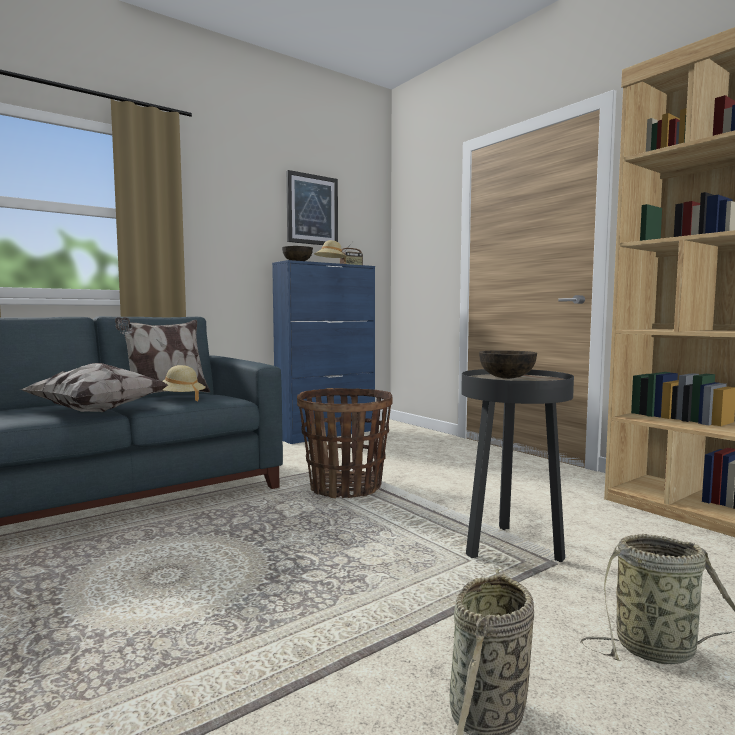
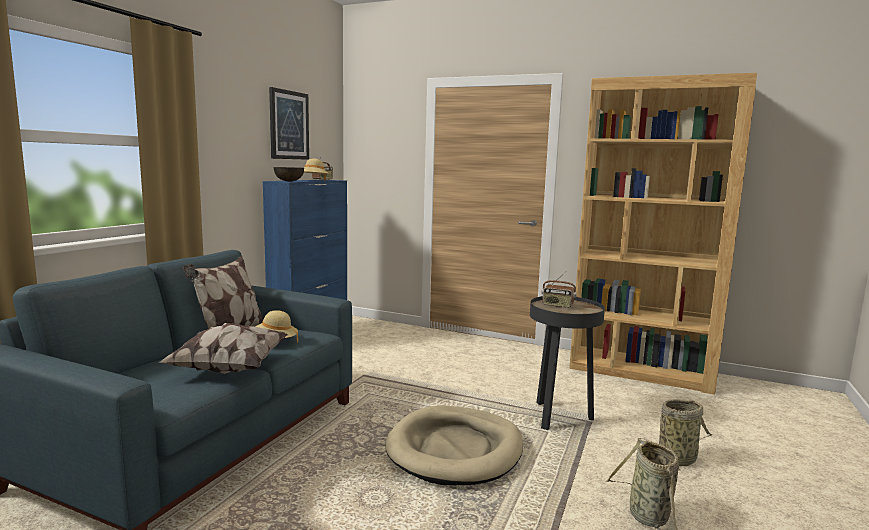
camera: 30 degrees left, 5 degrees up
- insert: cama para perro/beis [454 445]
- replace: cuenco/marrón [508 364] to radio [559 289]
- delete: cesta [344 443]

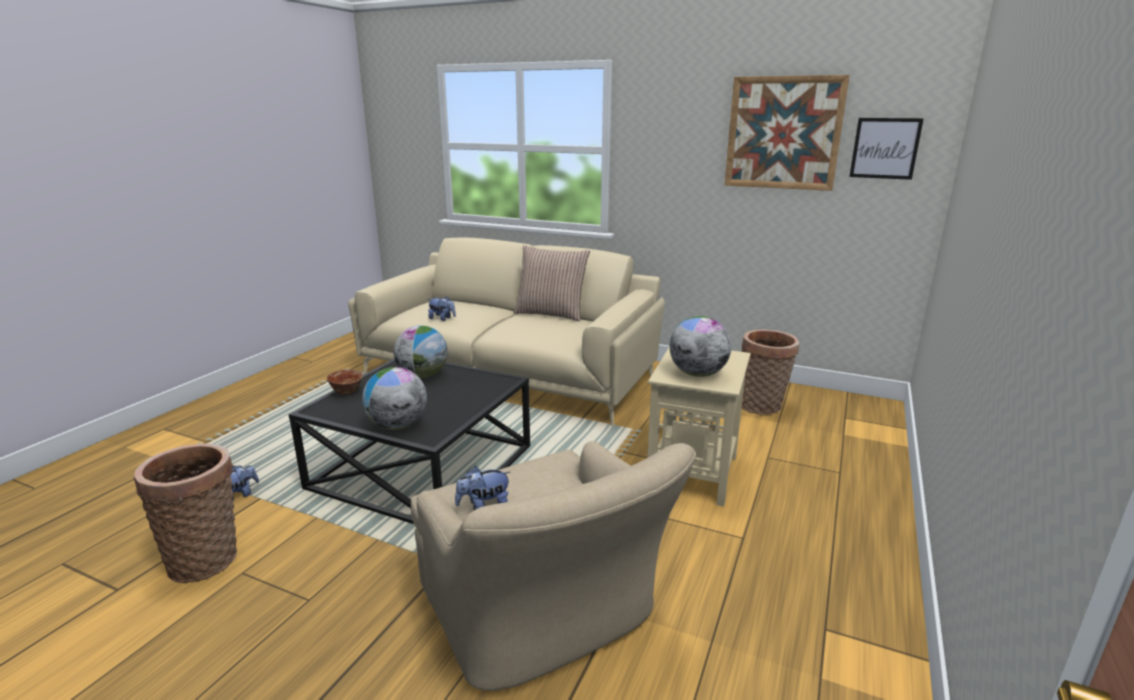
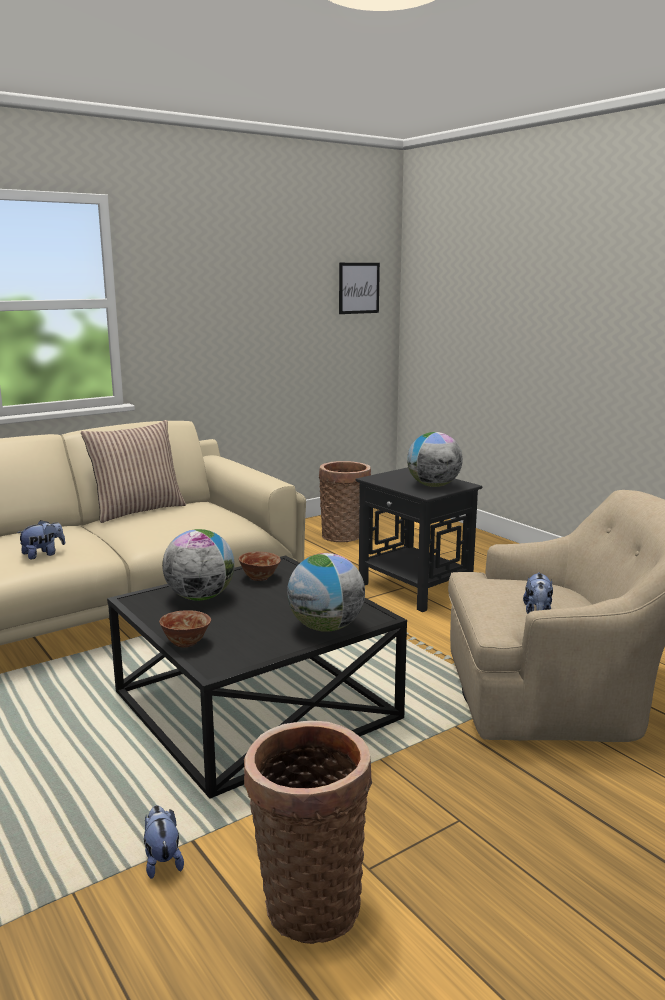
camera: 60 degrees left, 5 degrees down
- insert: cuenco [260 566]
- recolor: mesa auxiliar/beis [699 426] to mesa auxiliar/negro [419 539]
- delete: cuadro [787 133]

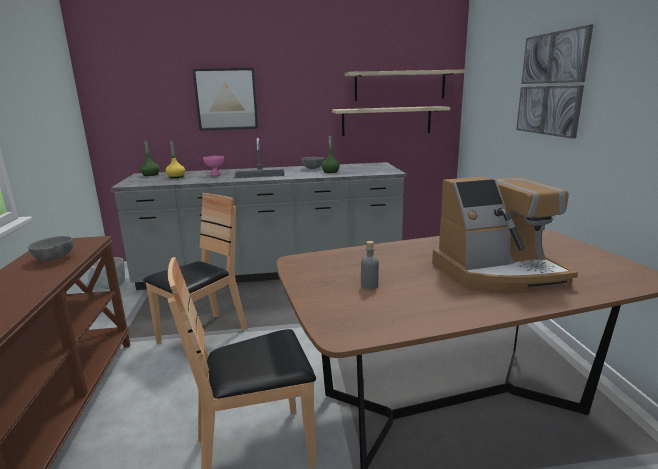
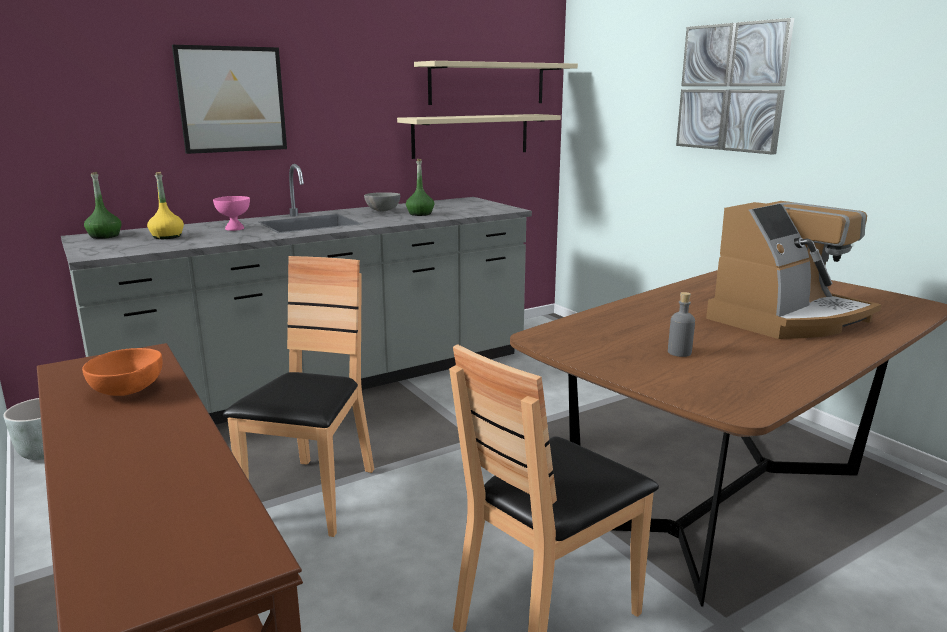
camera: 25 degrees left, 0 degrees up
- recolor: cuenco/gris [50 248] to cuenco/naranja [122 372]

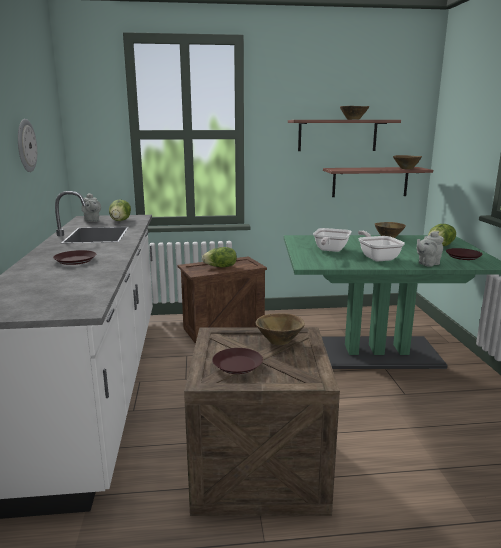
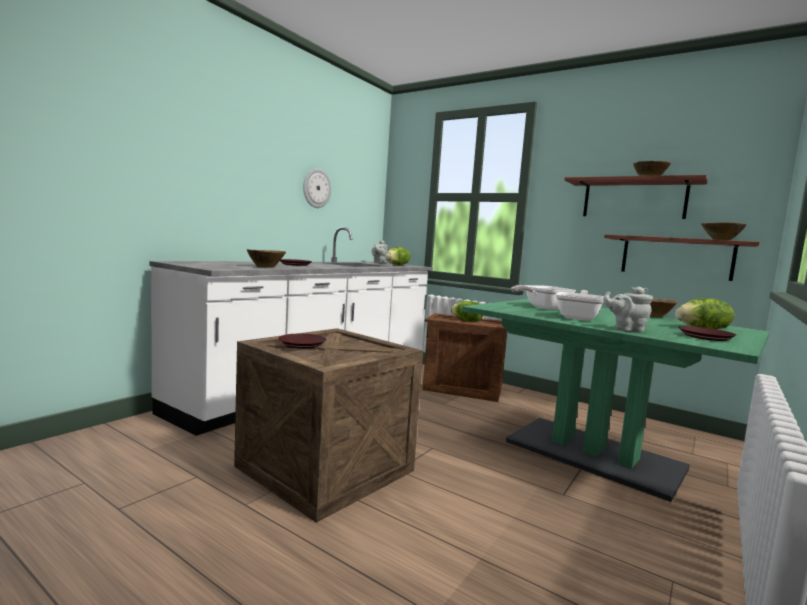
camera: 40 degrees right, 10 degrees down
- move: cuenco/marrón [280 329] to [266 258]

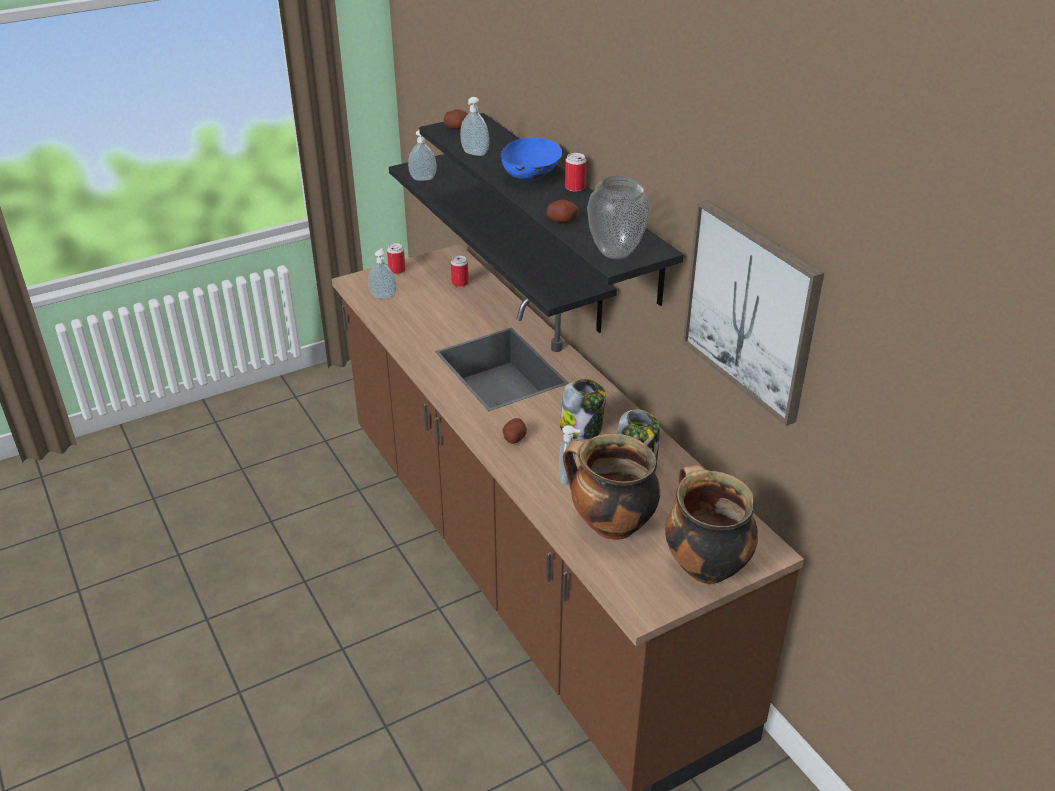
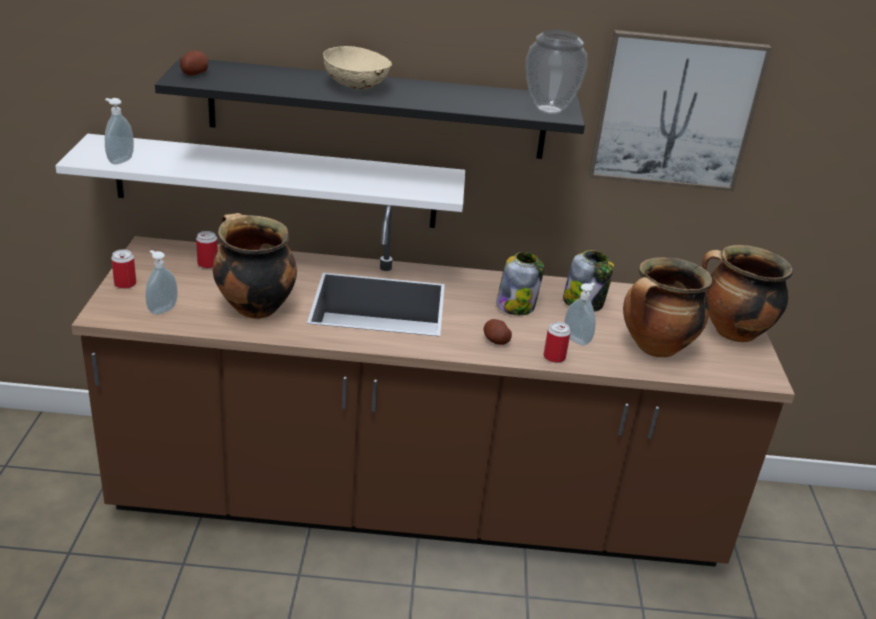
camera: 60 degrees left, 5 degrees down
- recolor: estante/negro [503 243] to estante/blanco [260 181]
- insert: olla [254 266]
- recolor: cuenco/azul [531 158] to cuenco/beis [357 67]
- move: lata [575 172] to [557 342]
- delete: dispensador de jabón [474 126]
- delete: patata [563 211]

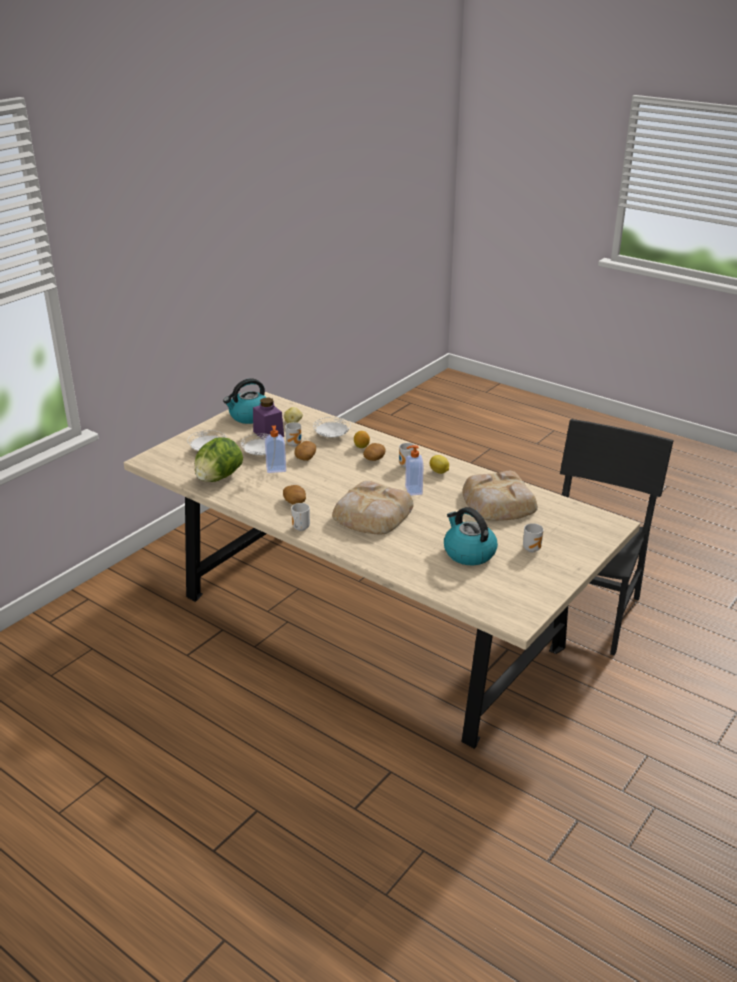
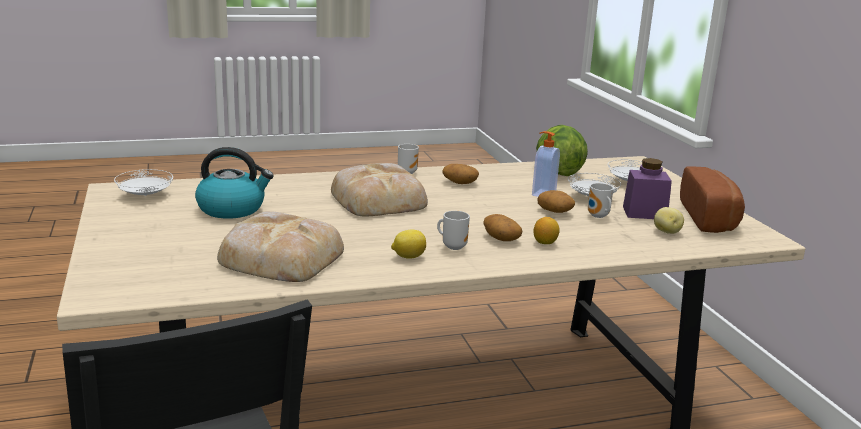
camera: 125 degrees right, 10 degrees down
- move: plato/blanco [332 427] to [143 182]
- replace: hervidor [244 401] to pan [712 199]
- delete: dispensador de jabón [414 470]
- delete: taza grande [533 537]

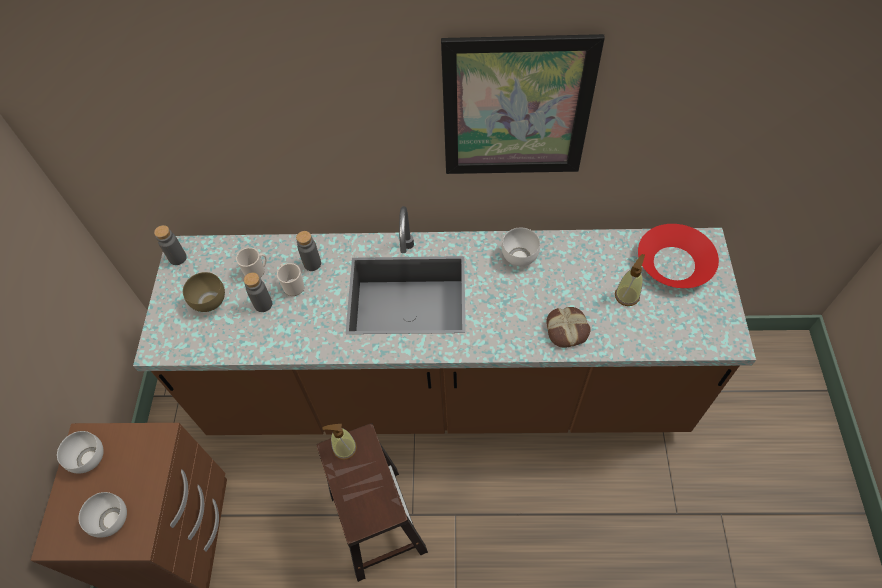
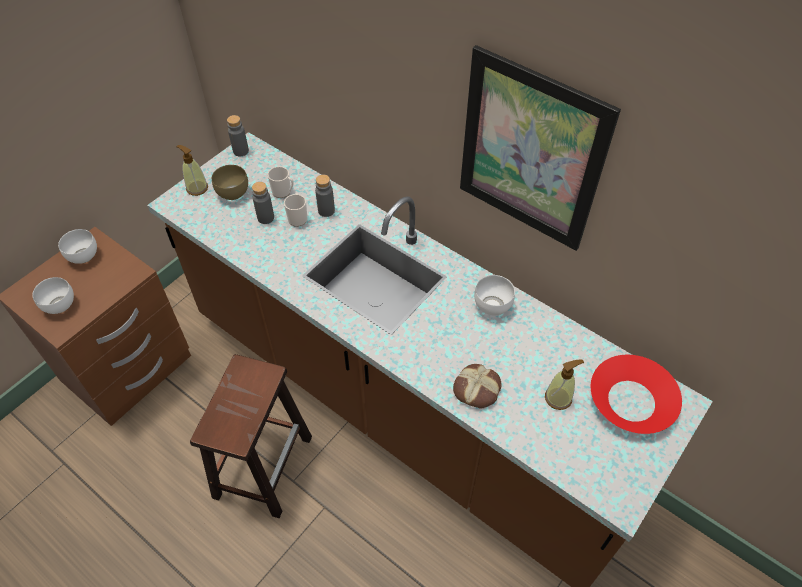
camera: 35 degrees right, 5 degrees down
- move: dispensador de jabón [339 442] to [192 170]

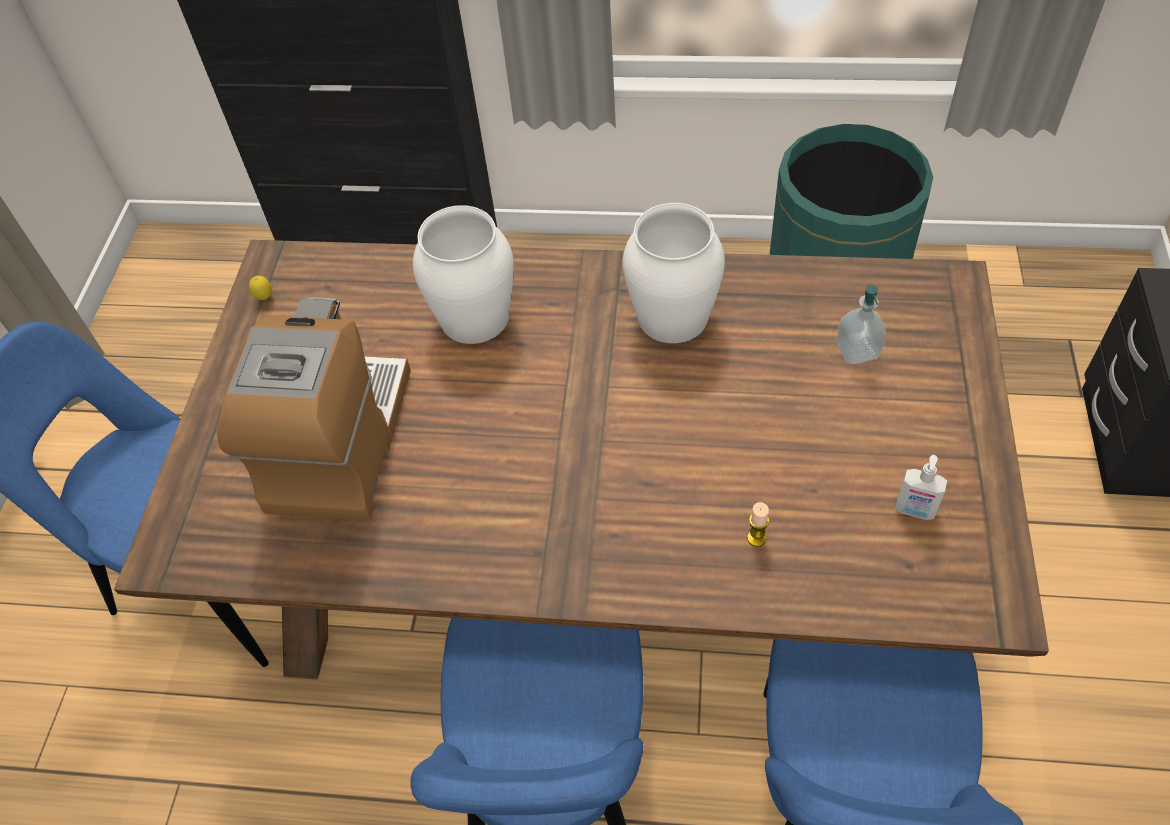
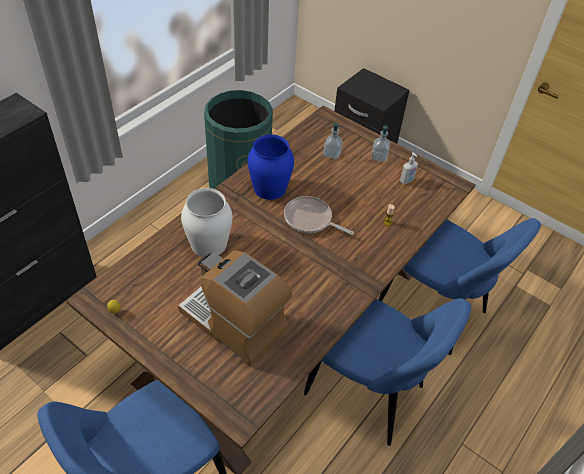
camera: 65 degrees left, 5 degrees down
- recolor: florero/blanco [674 273] to florero/azul [271 167]
- insert: sartén [319 215]
- insert: dispensador de jabón [380 144]

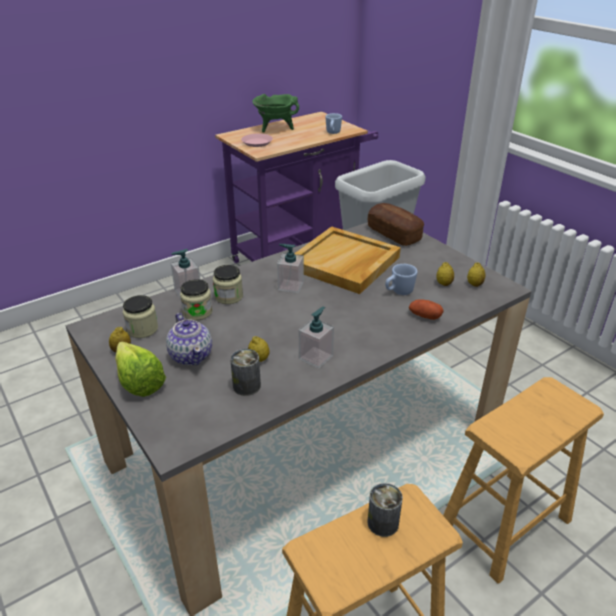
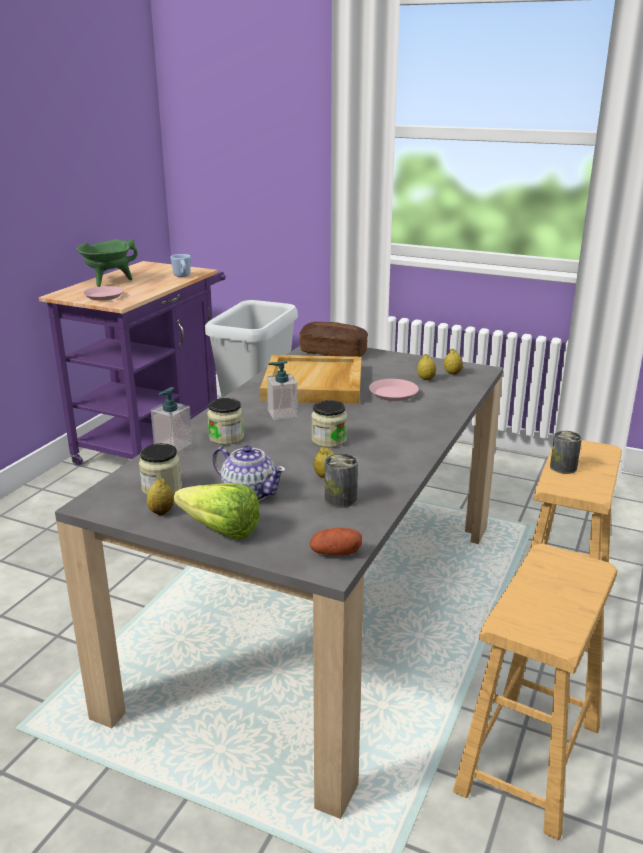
camera: 30 degrees left, 10 degrees down
- move: patata [426 309] to [336 541]
- move: tarro [196 299] to [329 424]
- replace: taza grande/azul [401 279] to plato/rosa [394 390]
- move: lata [385 510] to [566 452]
- delete: dispensador de jabón [316 337]

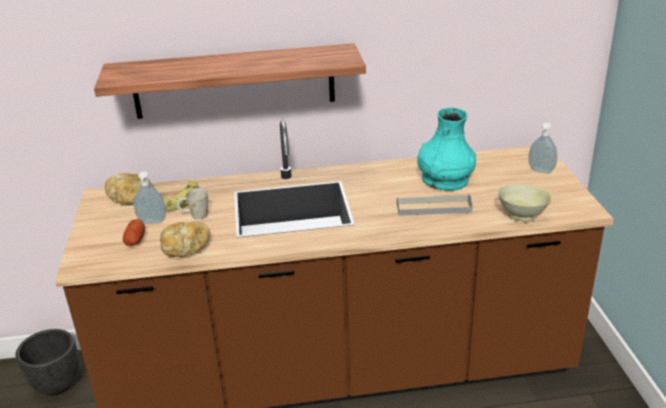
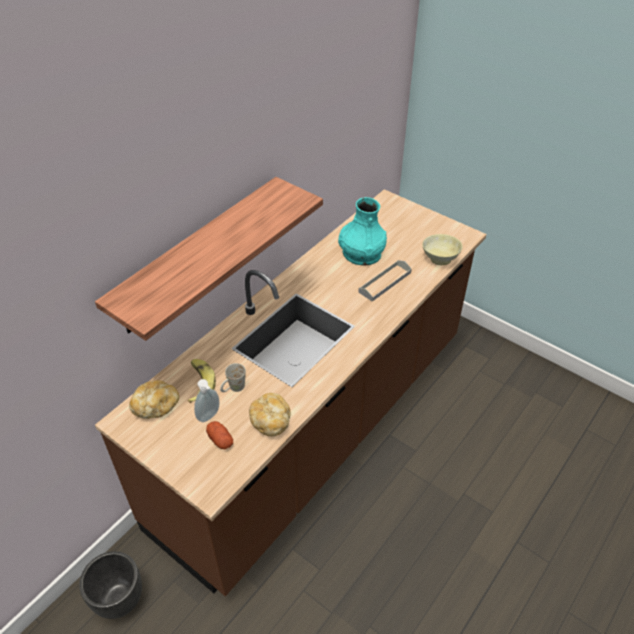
camera: 45 degrees left, 15 degrees up
- delete: dispensador de jabón [542 148]

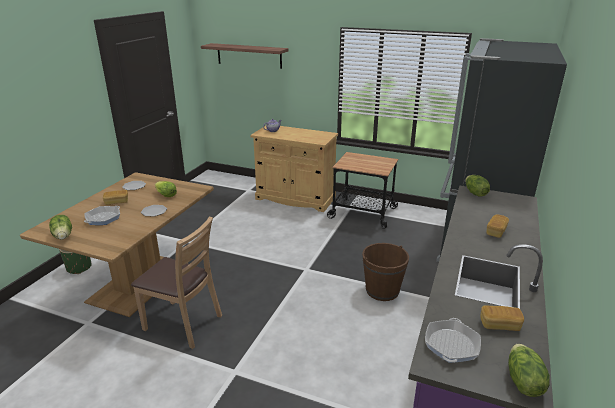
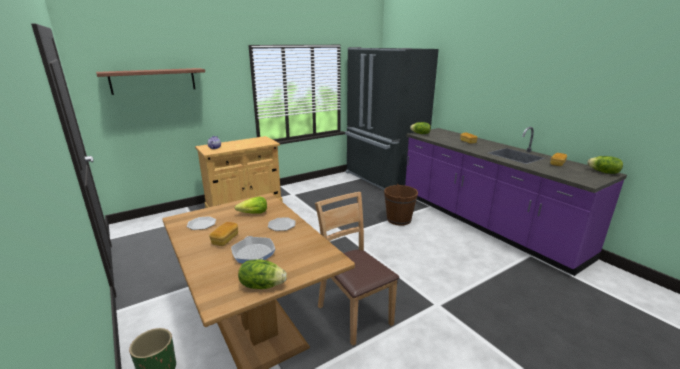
camera: 55 degrees left, 5 degrees down
- rotate: silla/marrón [176 282] = [357 269] 90 degrees counterclockwise
- delete: carrito [362 190]
- delete: sartén [453 340]

